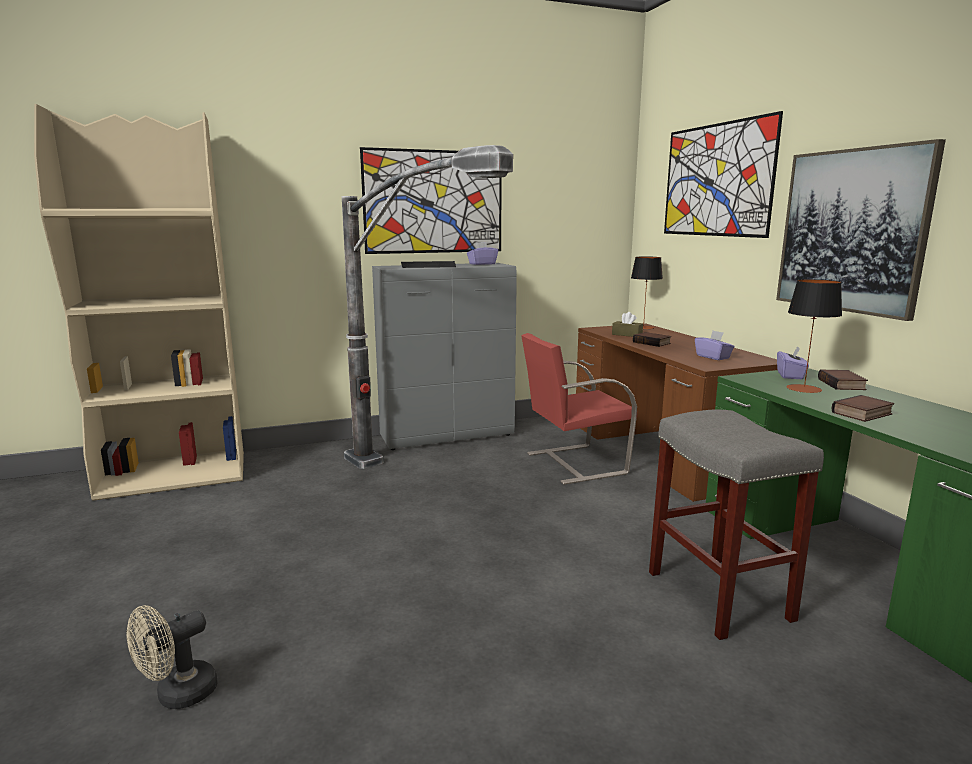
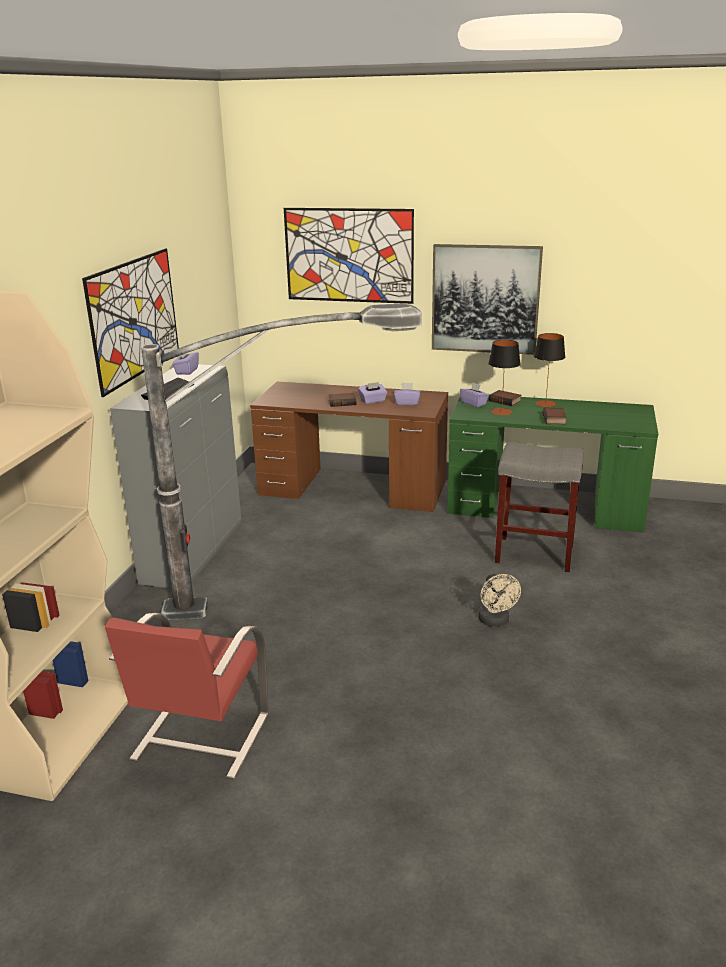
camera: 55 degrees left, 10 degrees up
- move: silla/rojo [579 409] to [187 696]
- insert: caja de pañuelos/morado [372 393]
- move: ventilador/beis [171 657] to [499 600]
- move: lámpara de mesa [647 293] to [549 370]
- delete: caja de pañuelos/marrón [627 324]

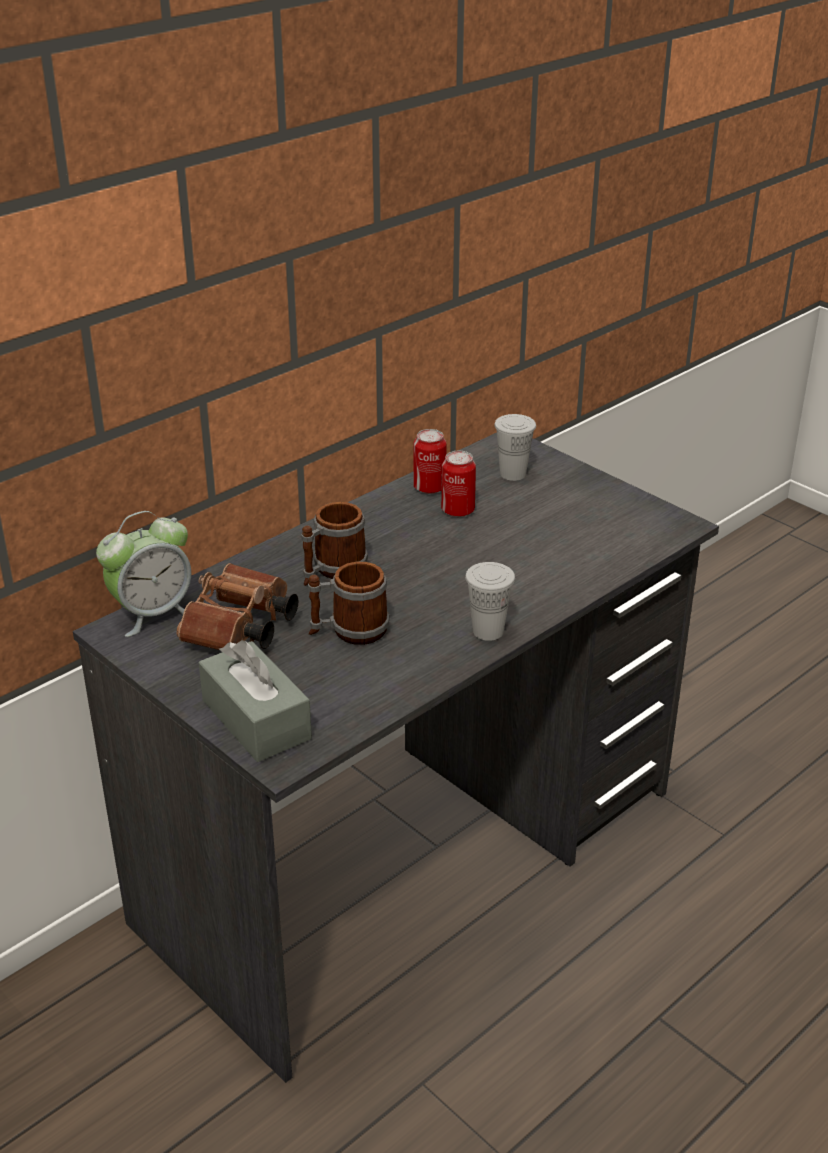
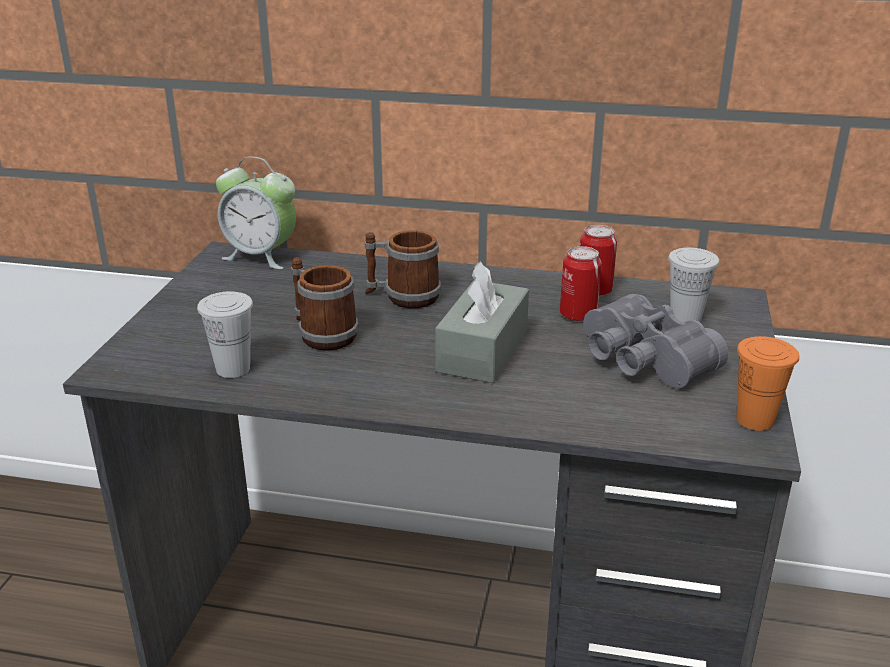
camera: 55 degrees right, 5 degrees down
- move: taza/blanco [490 601] to [225 334]
- move: caja de pañuelos/gris [255 701] to [482 322]
- insert: prismáticos/gris [655 341]
- insert: taza/naranja [767 383]
- delete: prismáticos/marrón [238 606]

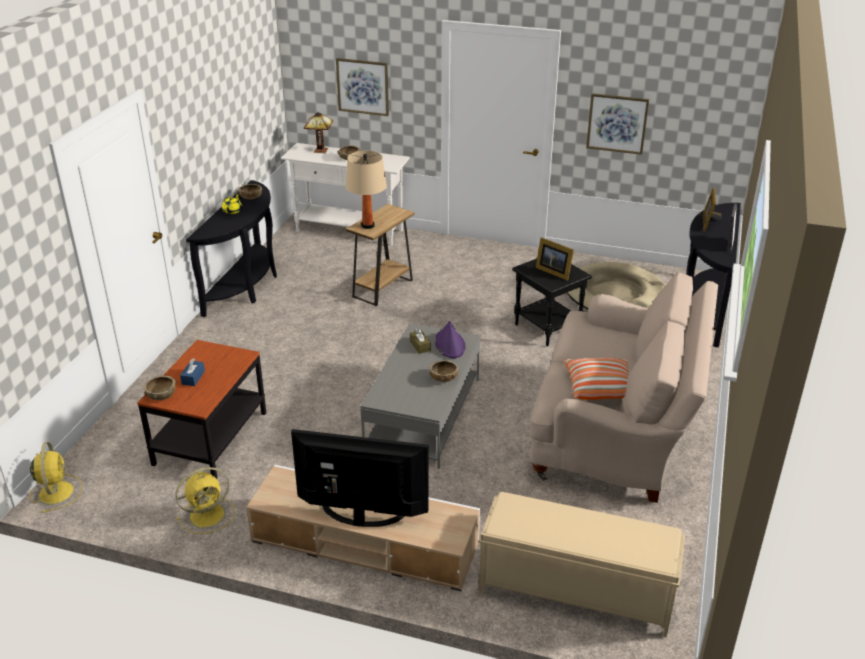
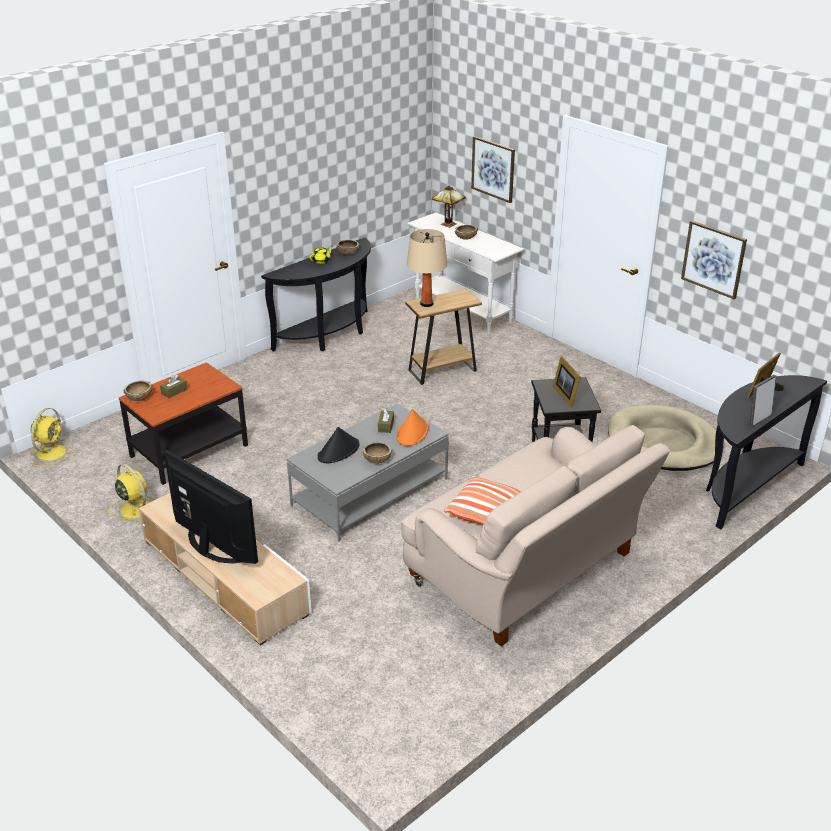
camera: 30 degrees right, 0 degrees up
- rotate: ventilador/amarillo [205 500] = [132 493] 135 degrees counterclockwise
- recolor: caja de pañuelos/azul [192 372] to caja de pañuelos/marrón [173 386]
- insert: sombrero/negro [339 445]
- recolor: sombrero/morado [450 339] to sombrero/naranja [412 427]
- delete: banco/beis [582 565]

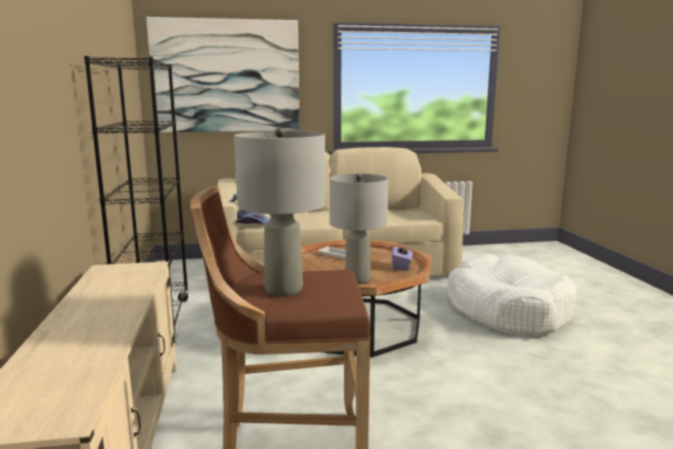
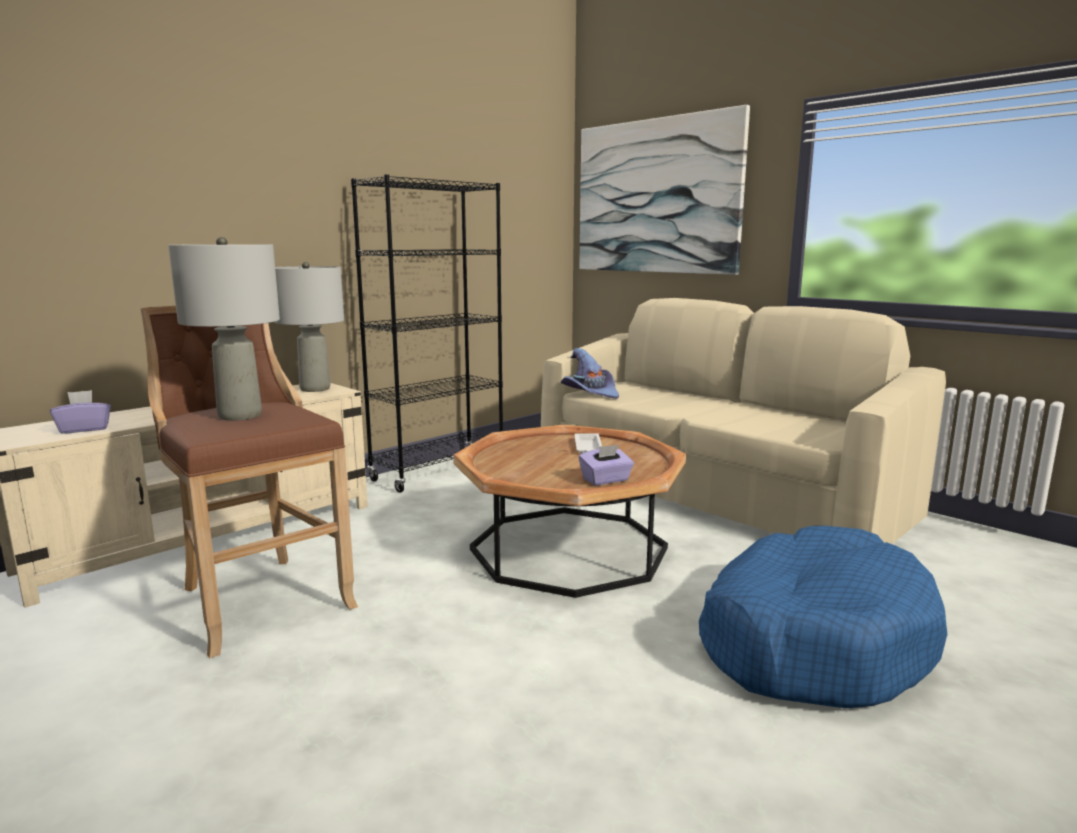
camera: 55 degrees right, 0 degrees up
- insert: caja de pañuelos/morado [80 412]
- move: lámpara de mesa/gris [358 229] to [309 327]
- recolor: cama para perro/blanco [512 295] to cama para perro/azul [823 617]

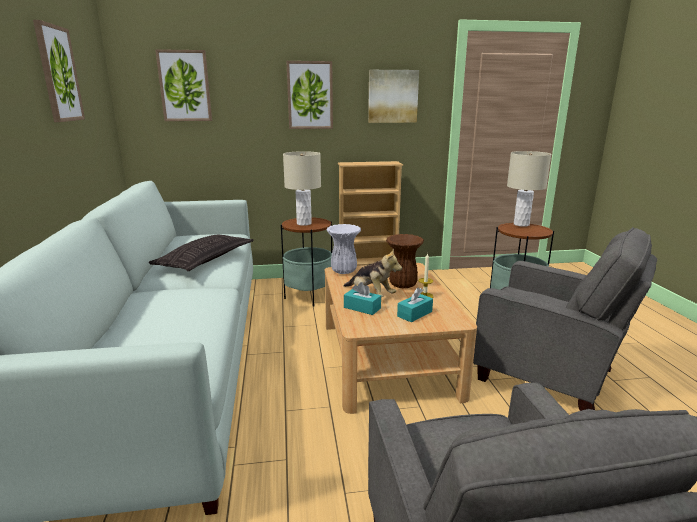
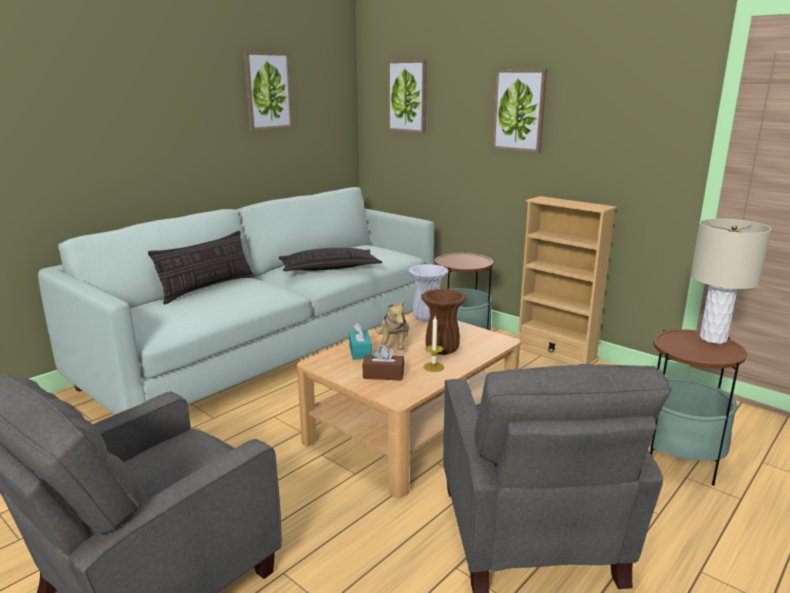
camera: 50 degrees right, 0 degrees up
- insert: cojín [201 267]
- recolor: caja de pañuelos/turquesa [415 305] to caja de pañuelos/marrón [383 363]
- delete: lámpara de mesa/beis [302 188]
- delete: cuadro [393 96]

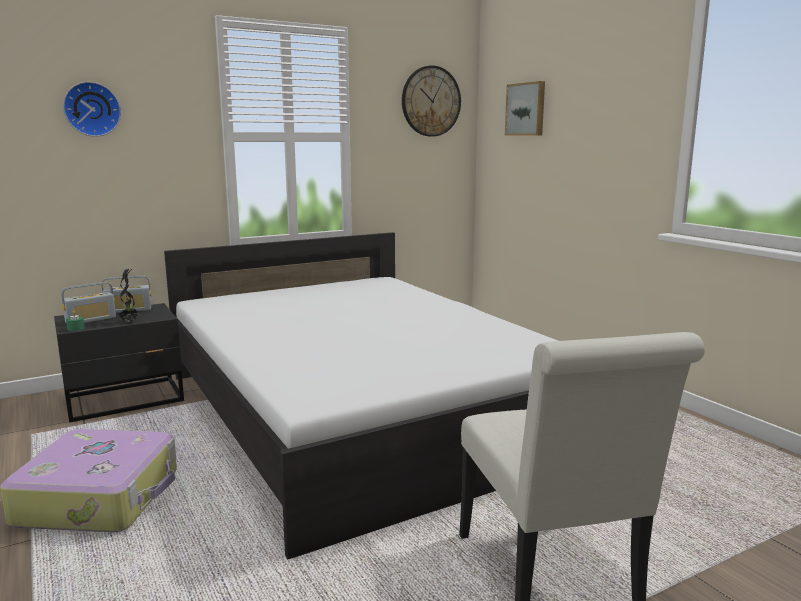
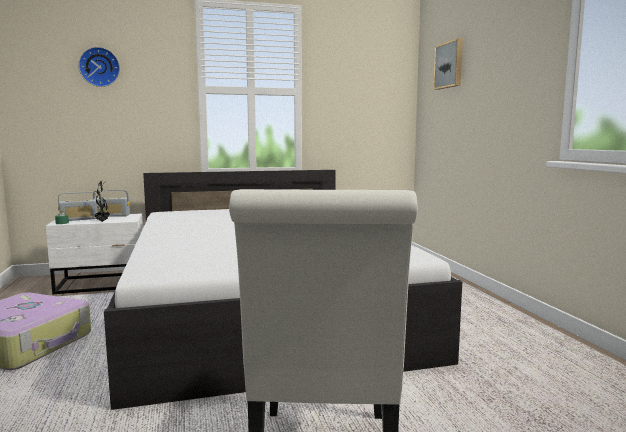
camera: 15 degrees right, 5 degrees down
- recolor: mesita de noche/negro [119 363] to mesita de noche/blanco [94 253]
- delete: reloj de pared [431 101]

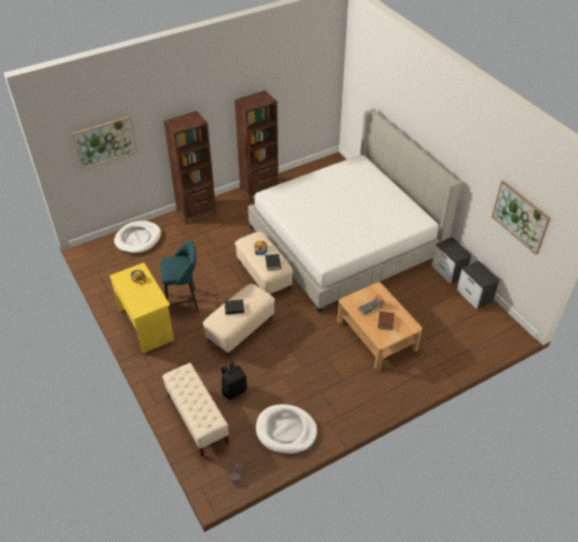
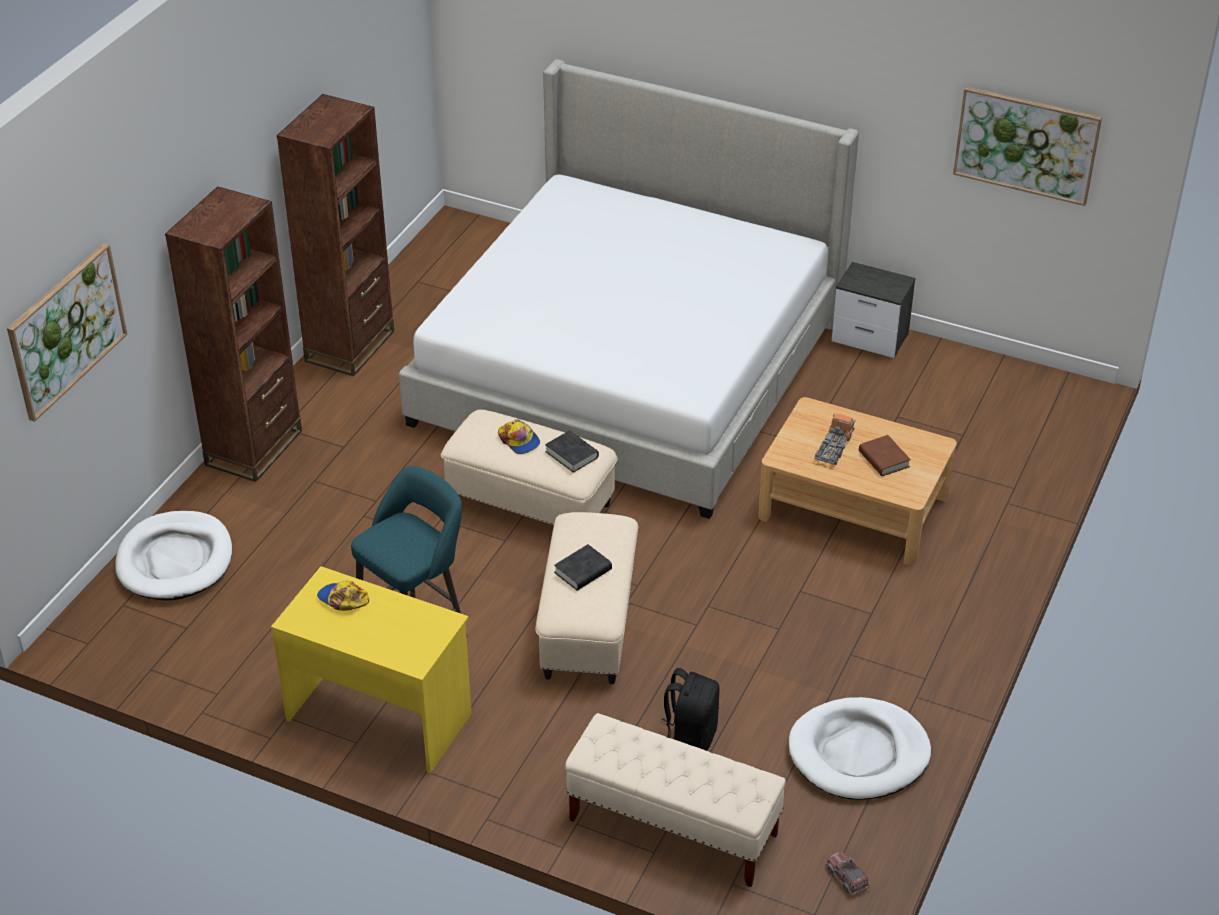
camera: 35 degrees left, 5 degrees down
- delete: mesita de noche [478 284]

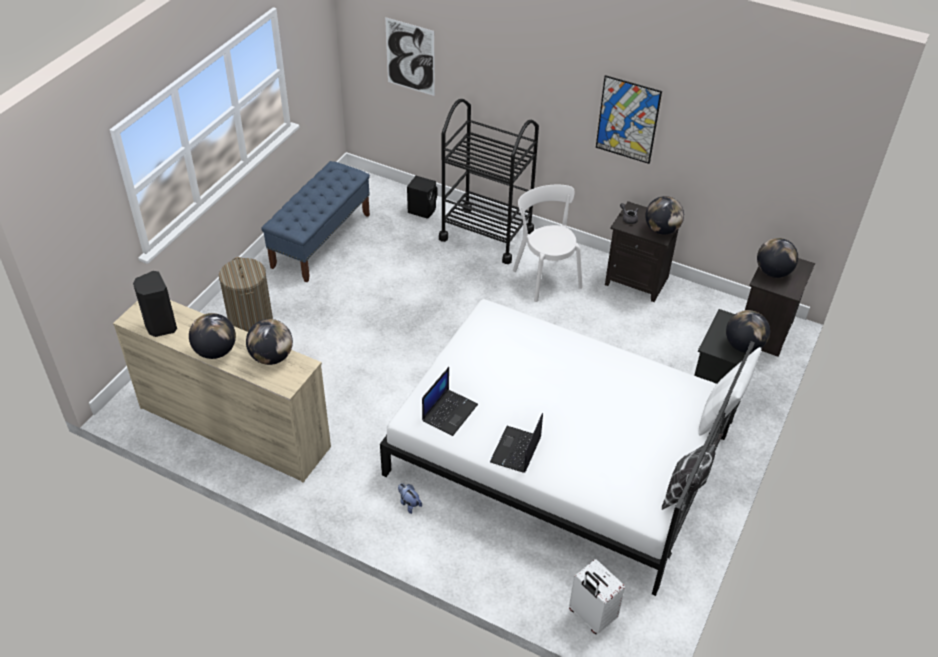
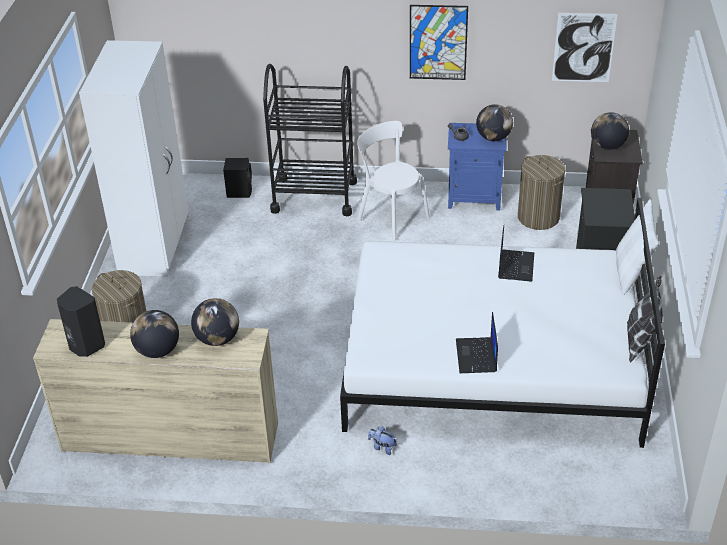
camera: 20 degrees left, 5 degrees down
- replace: banco/azul [315 221] to armario ropero/blanco [134 158]
- recolor: mesita de noche/negro [641 251] to mesita de noche/azul [477 167]
- move: portátil [450 401] to [516 253]
- insert: cesto de la ropa [541 192]
- move: cuadro [410 56] to [584 47]
- delete: maleta/blanco [597 596]
- delete: globo terráqueo [748 331]

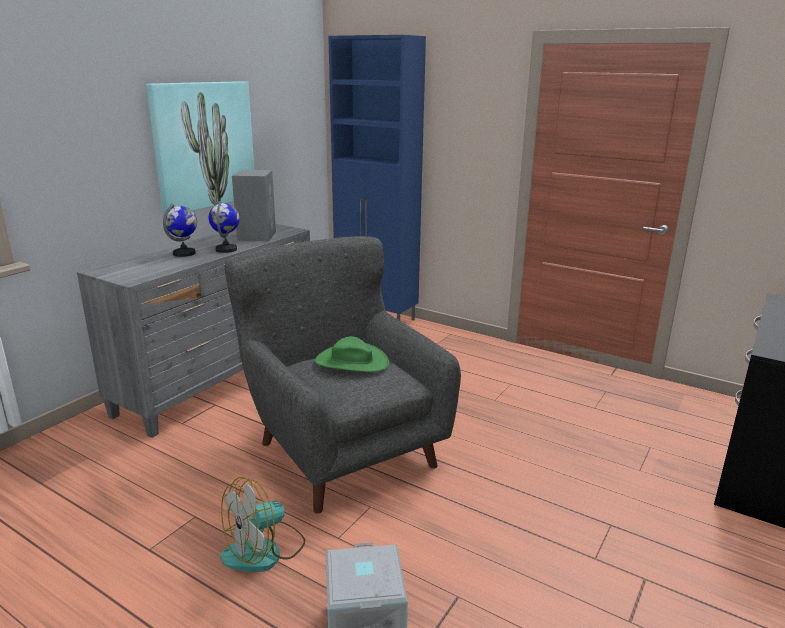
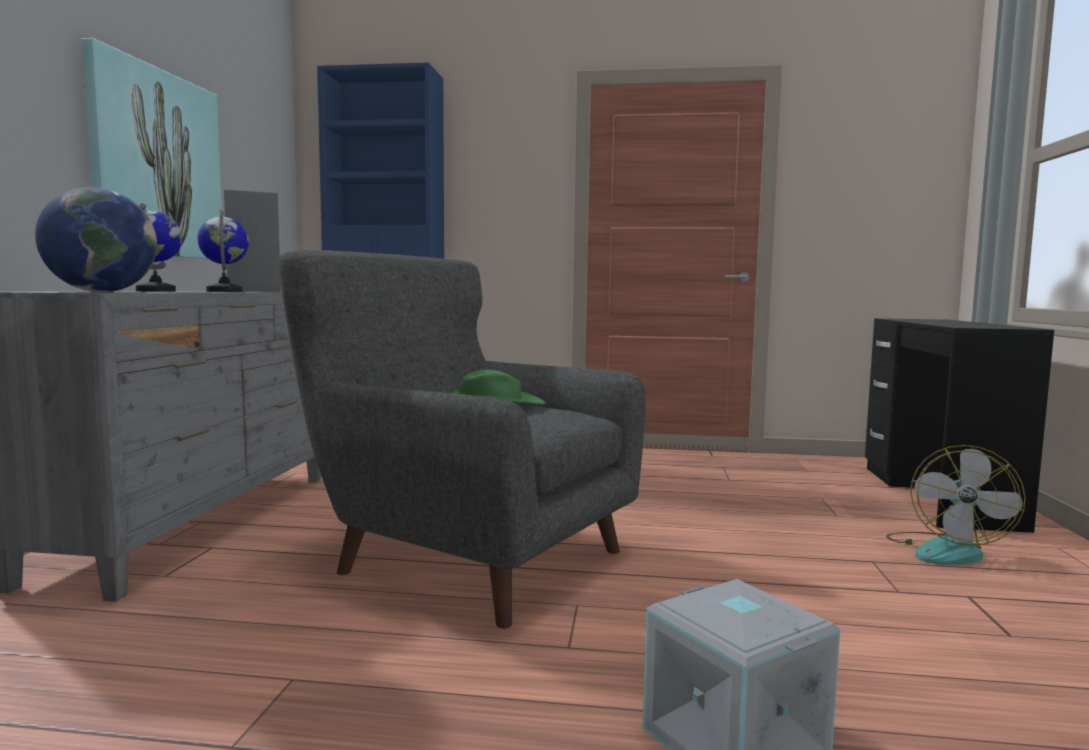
camera: 25 degrees left, 15 degrees down
- insert: globo terráqueo [96 239]
- move: ventilador [262 524] to [956 505]

